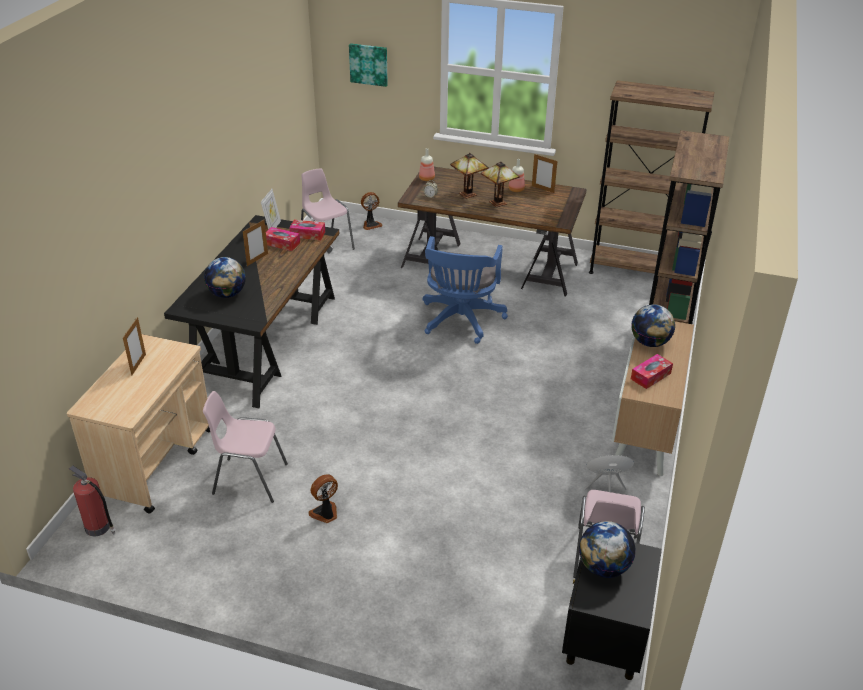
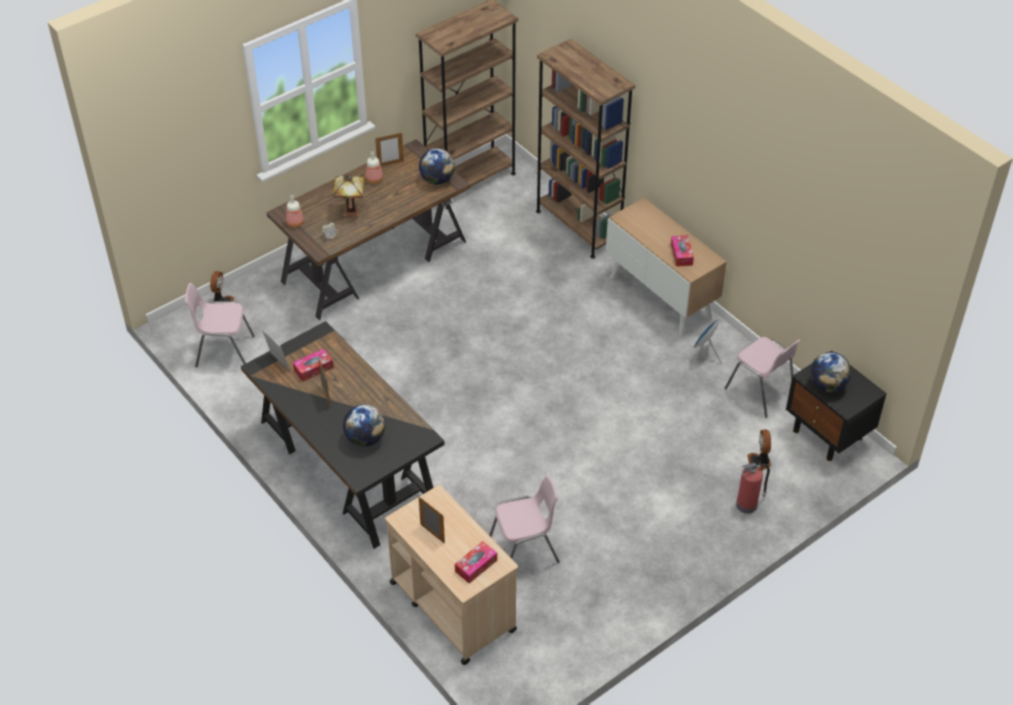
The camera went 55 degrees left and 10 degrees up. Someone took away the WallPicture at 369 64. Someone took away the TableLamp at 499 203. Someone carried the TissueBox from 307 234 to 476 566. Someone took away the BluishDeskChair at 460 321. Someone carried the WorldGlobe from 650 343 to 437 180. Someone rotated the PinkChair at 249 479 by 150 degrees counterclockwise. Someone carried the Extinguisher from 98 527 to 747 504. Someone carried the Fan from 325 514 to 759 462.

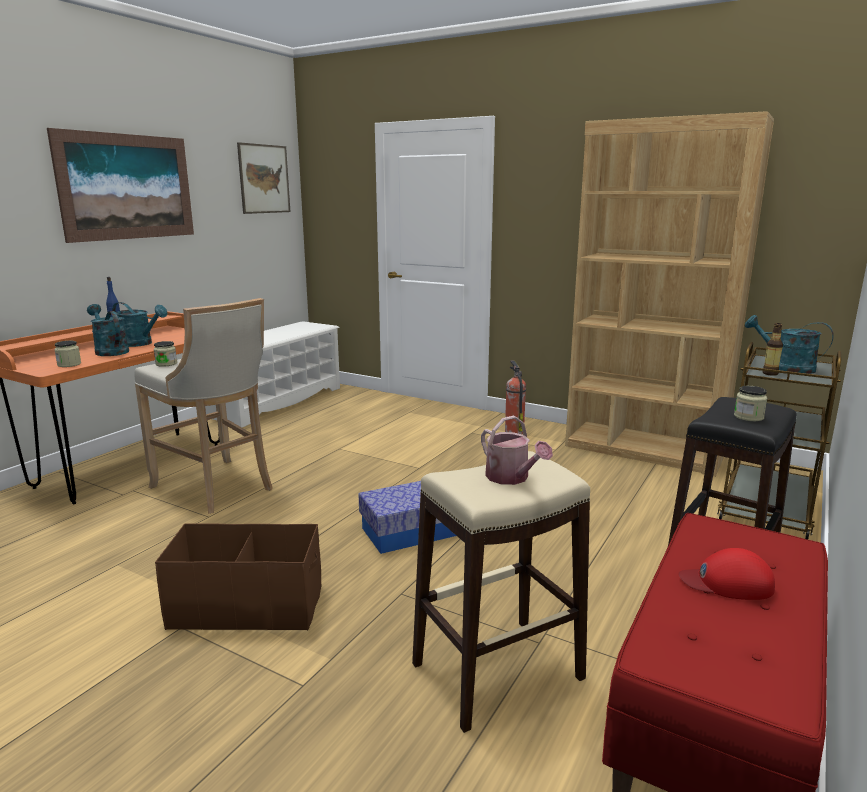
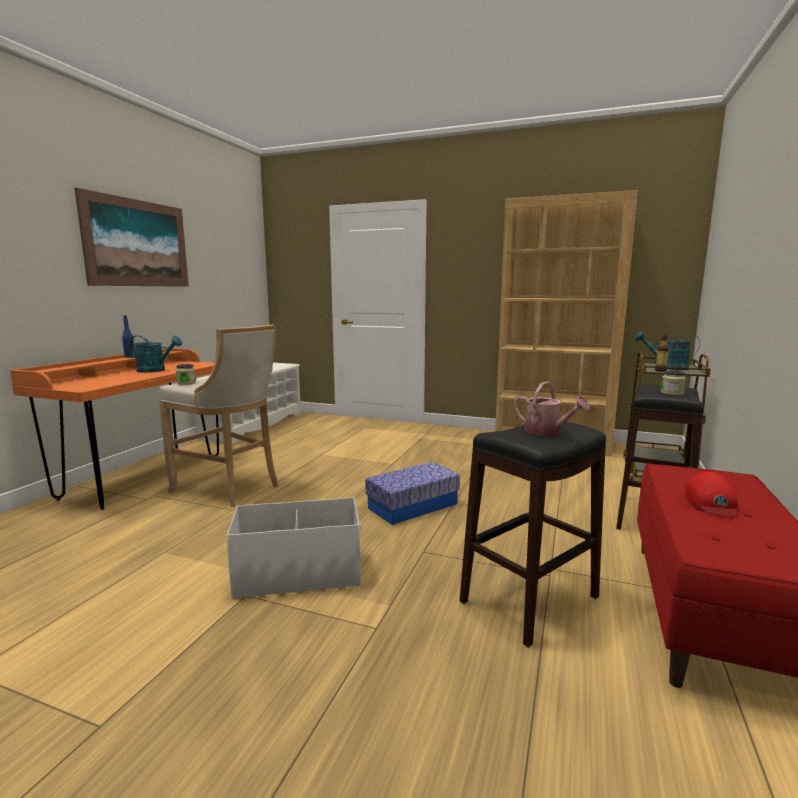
The camera went 10 degrees left and 5 degrees down. Someone took away the WallPicture at 264 179. Someone took away the TurquoiseColouredWateringCan at 109 351. Someone took away the StorageJar at 69 364. Someone took away the Extinguisher at 513 431. Someone repainted the BeigeSittingStool at 497 672, which became the BlackSittingStool at 529 599. Someone repainted the BrownColouredStorageBox at 247 607, which became the WhiteColouredStorageBox at 298 573. Someone rotated the RedCap at 727 583 by 75 degrees counterclockwise.

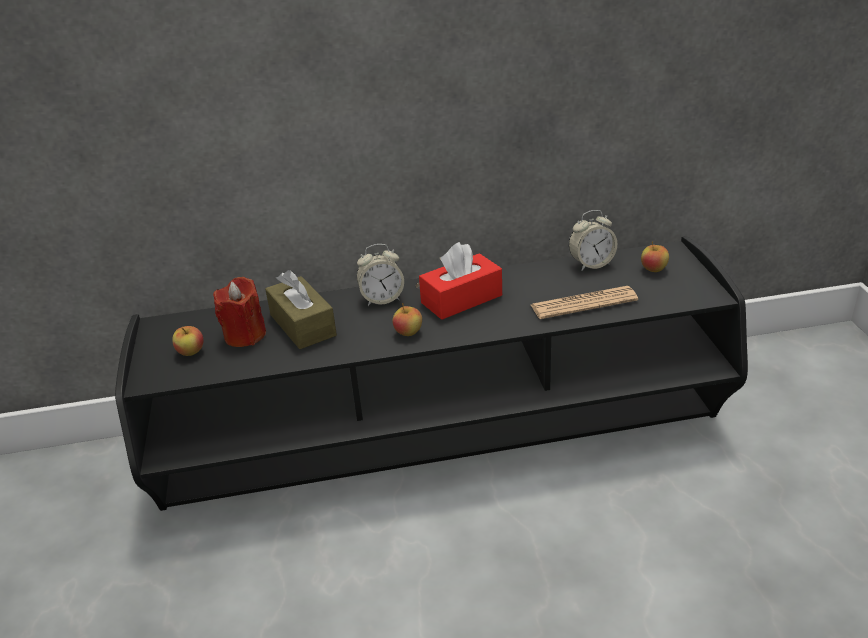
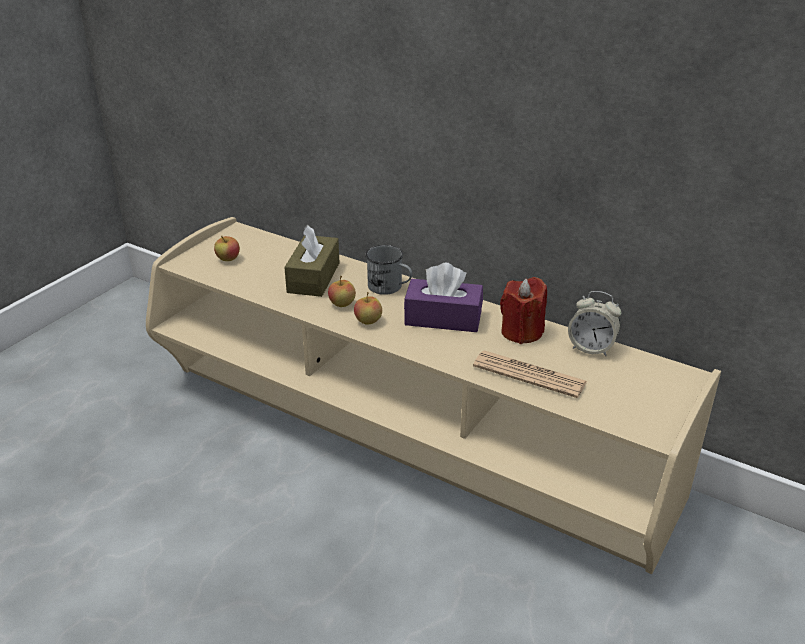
The camera went 40 degrees right and 0 degrees up. Someone repainted the BlackTvStand at 443 439, which became the BeigeTvStand at 403 439. Someone carried the AppleFruit from 653 269 to 342 304. Someone repainted the RedTissueBox at 461 299, which became the PurpleColouredTissueBox at 443 318. Someone swapped the TableClock at 382 299 for the GrayMug at 390 287. Someone carried the RedWaxLight from 245 335 to 521 332.

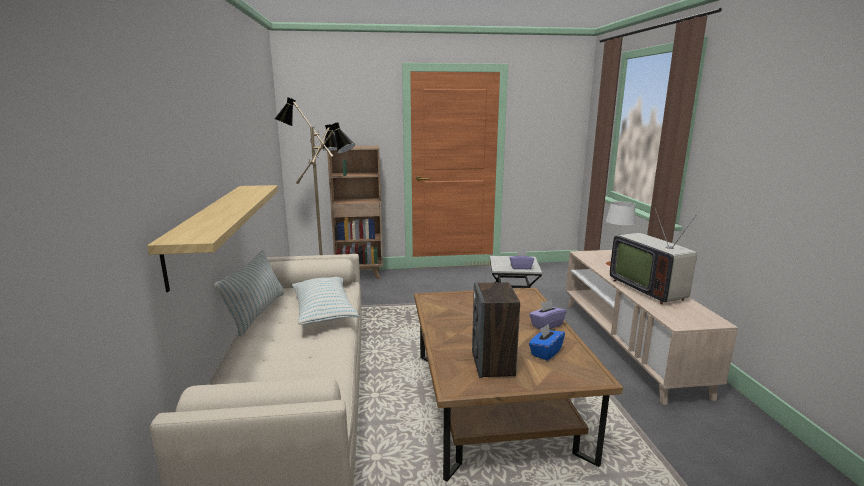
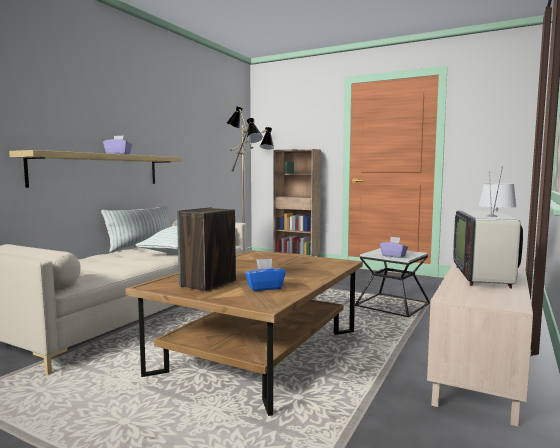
The camera went 35 degrees right and 10 degrees down. Someone carried the PurpleColouredTissueBox from 546 325 to 118 154.

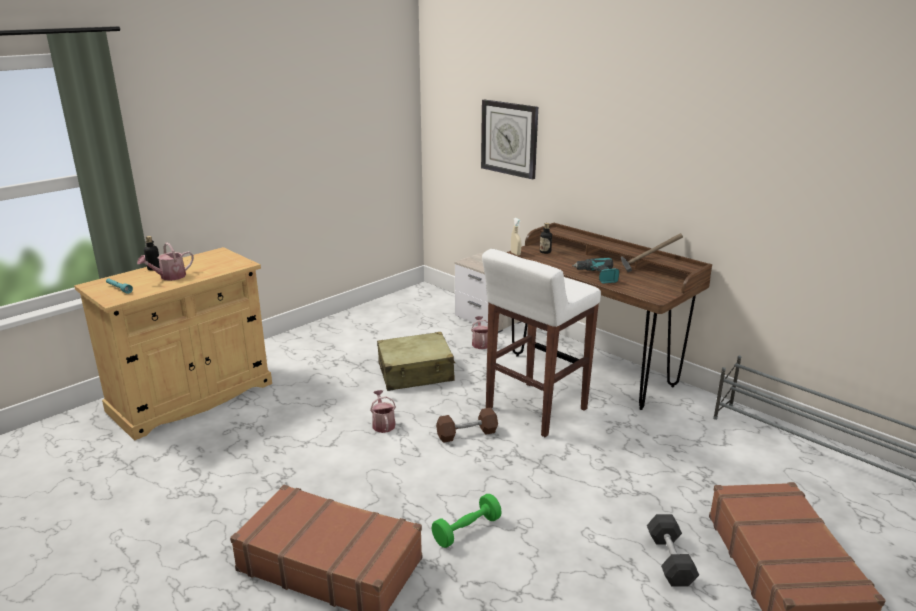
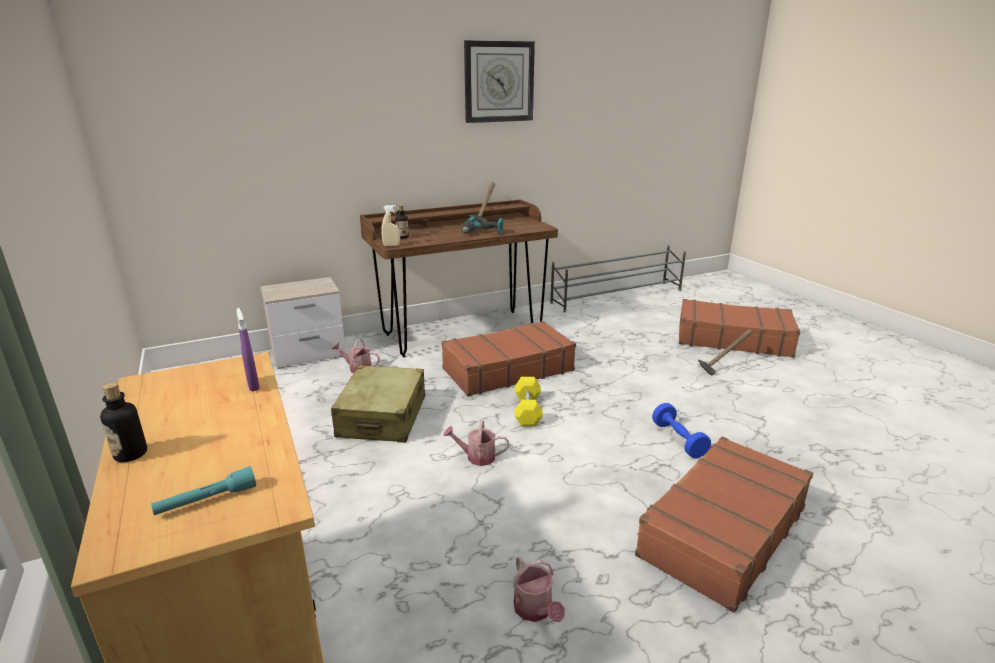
The camera went 70 degrees left and 0 degrees up. Someone carried the WallClock from 509 138 to 499 82. Someone carried the WateringCan from 169 277 to 535 610. Someone swapped the WhiteColouredSittingStool at 535 409 for the BrownColouredTravelCase at 507 370. Someone repainted the BrownColouredDumbbell at 467 434, which became the YellowColouredDumbbell at 527 410. Someone repainted the GreenColouredDumbbell at 467 530, which became the BluishDumbbell at 678 440. Someone swapped the GrayDumbbell at 670 560 for the HandHammer at 721 368. Someone put down the PurpleColouredHandSprayer at 253 385.

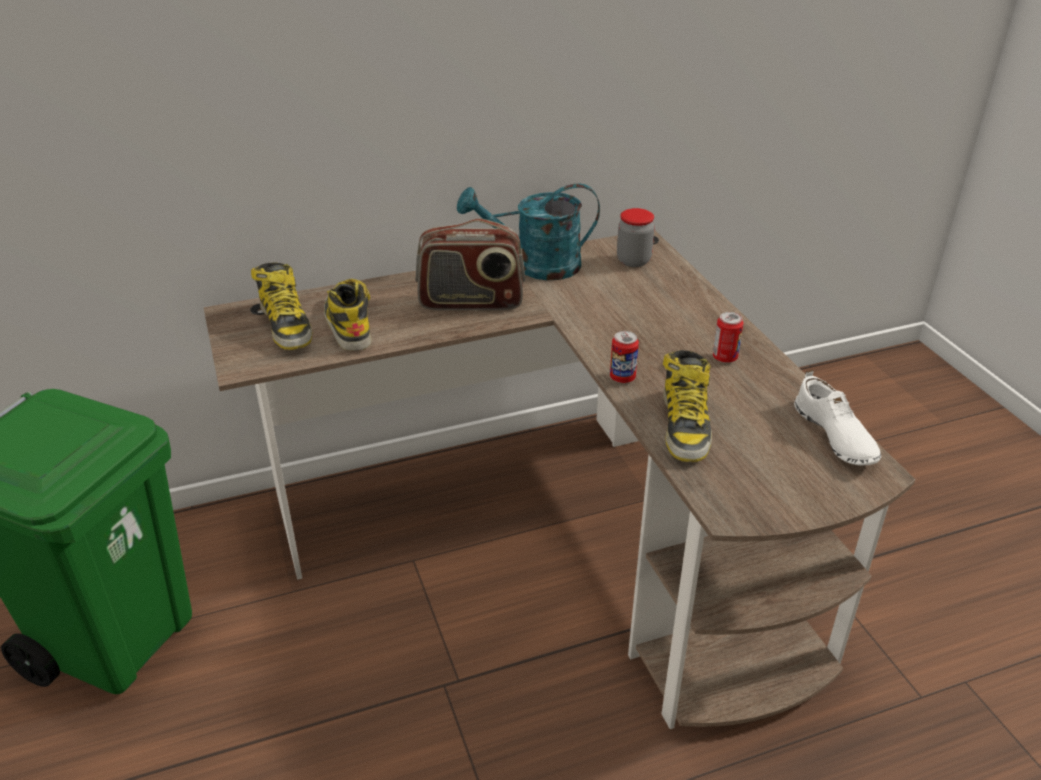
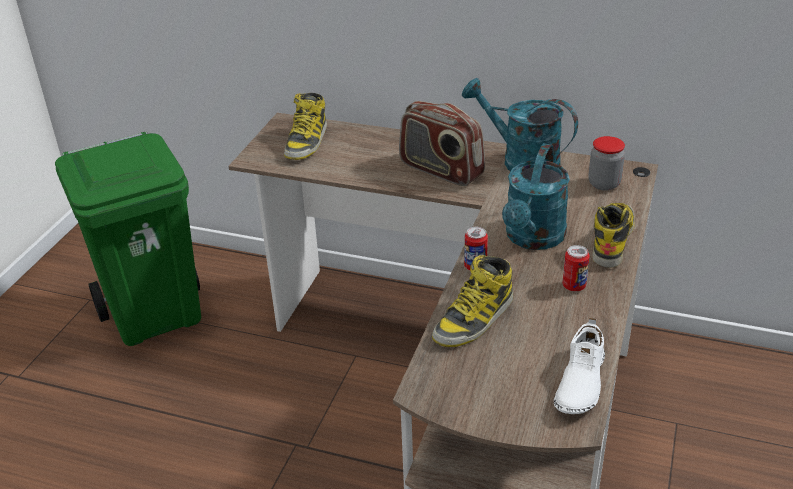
The camera went 40 degrees right and 0 degrees up. Someone carried the HighTopBoot from 347 324 to 612 239. Someone put down the TurquoiseColouredWateringCan at 532 239.

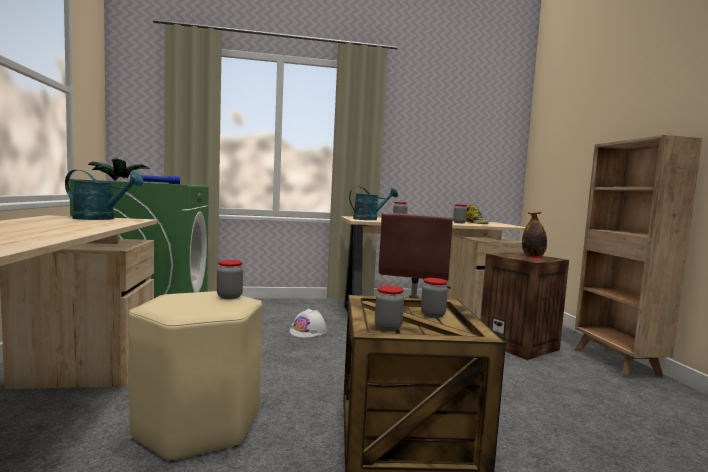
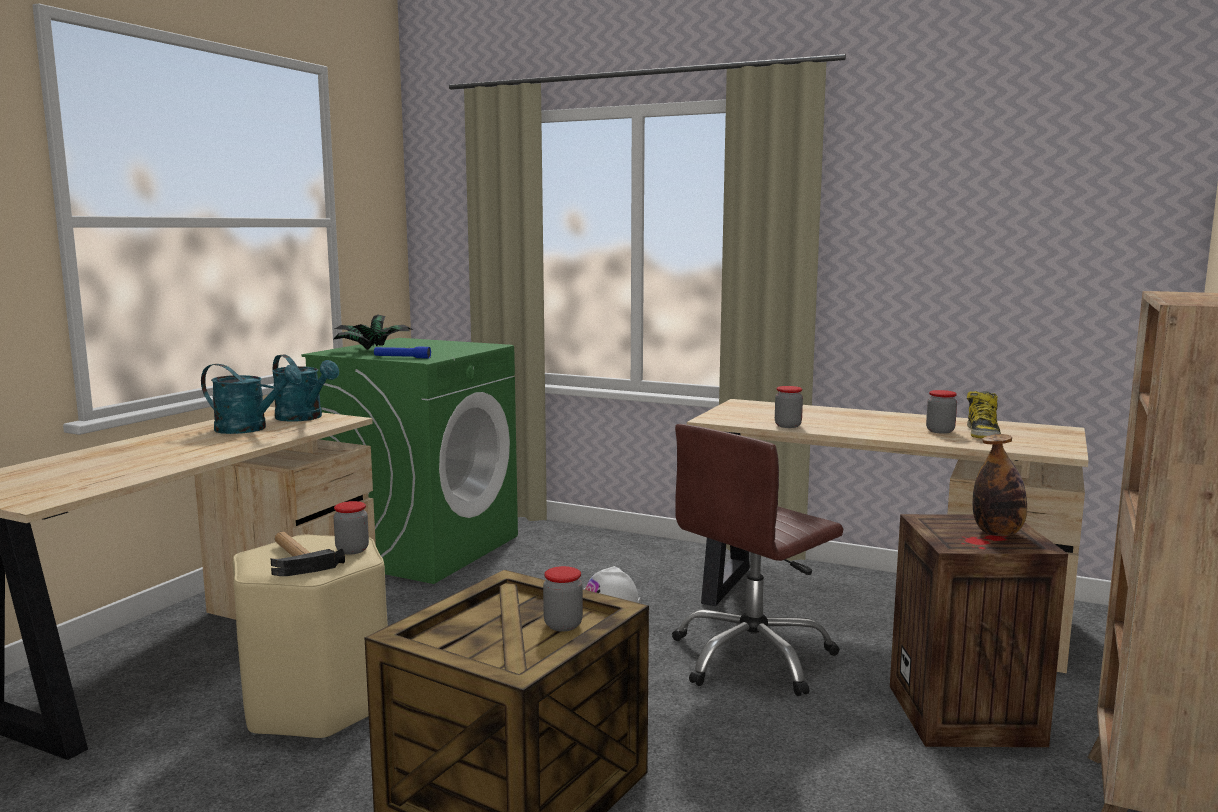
The camera went 35 degrees right and 5 degrees up. Someone carried the TurquoiseColouredWateringCan from 369 219 to 250 429. Someone took away the StorageJar at 388 327. Someone put down the HandHammer at 295 558.

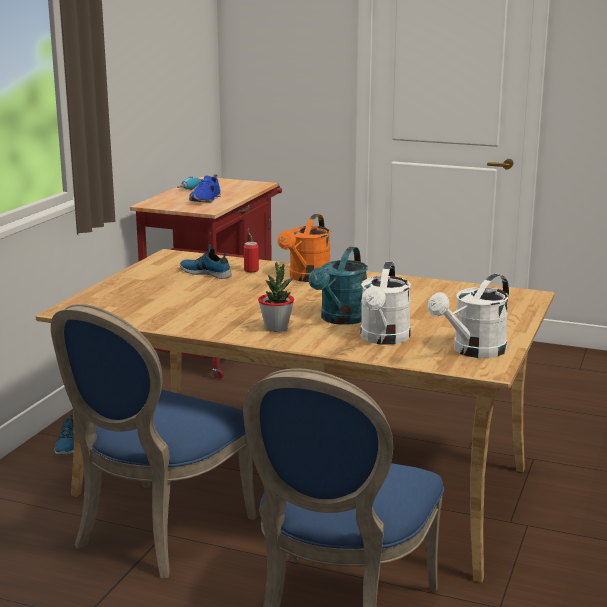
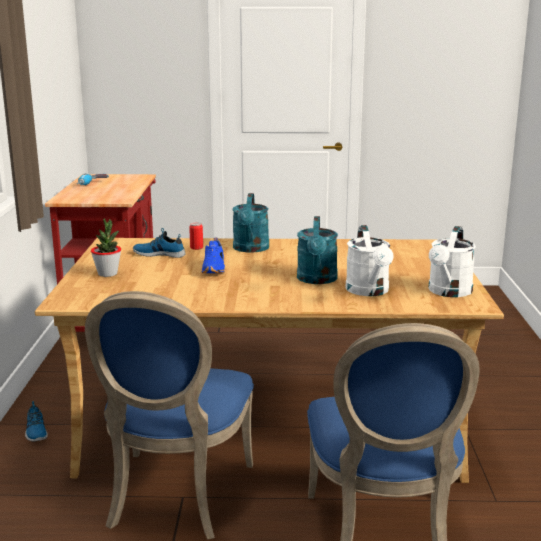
The camera went 20 degrees left and 0 degrees up. Someone carried the BluishItemOfFootwear from 206 200 to 214 269. Someone repainted the OrangeyWateringCan at 307 278, which became the TurquoiseColouredWateringCan at 250 249. Someone carried the PottedPlant from 276 328 to 108 274.

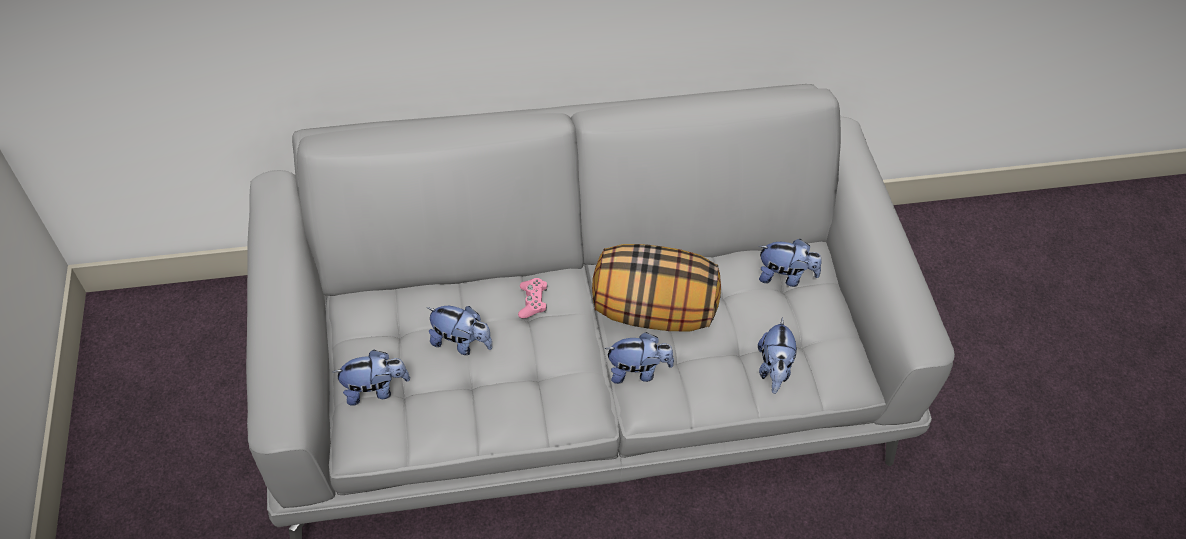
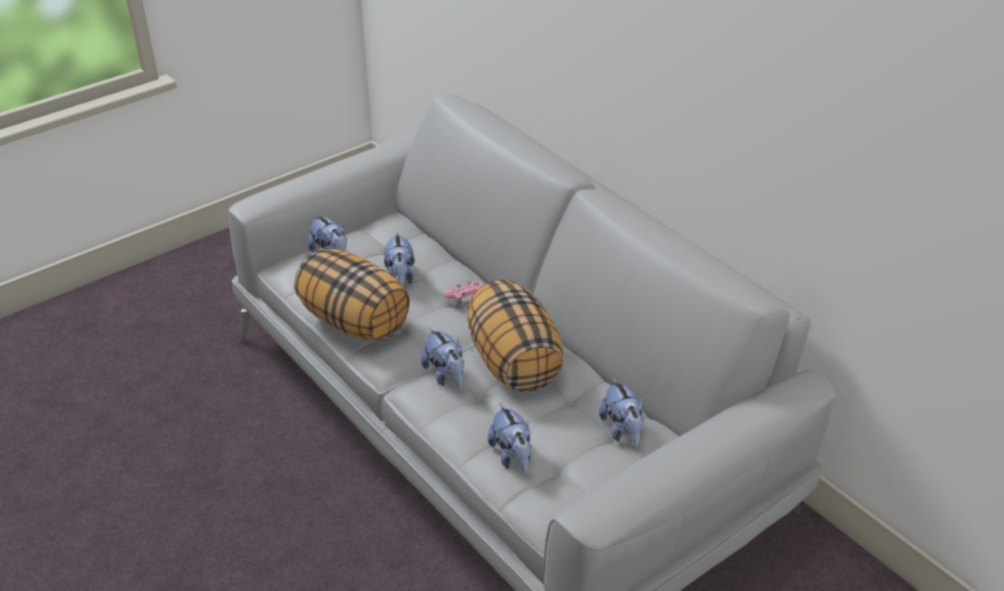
The camera went 65 degrees right and 15 degrees down. Someone rotated the PlushToy at 773 369 by 90 degrees counterclockwise. Someone put down the Cushion at 355 321.

